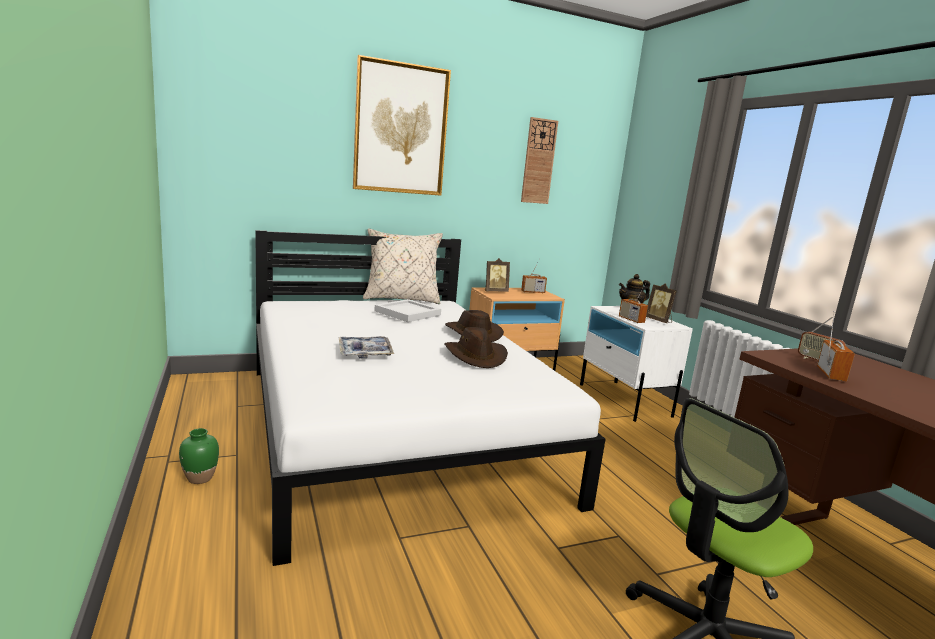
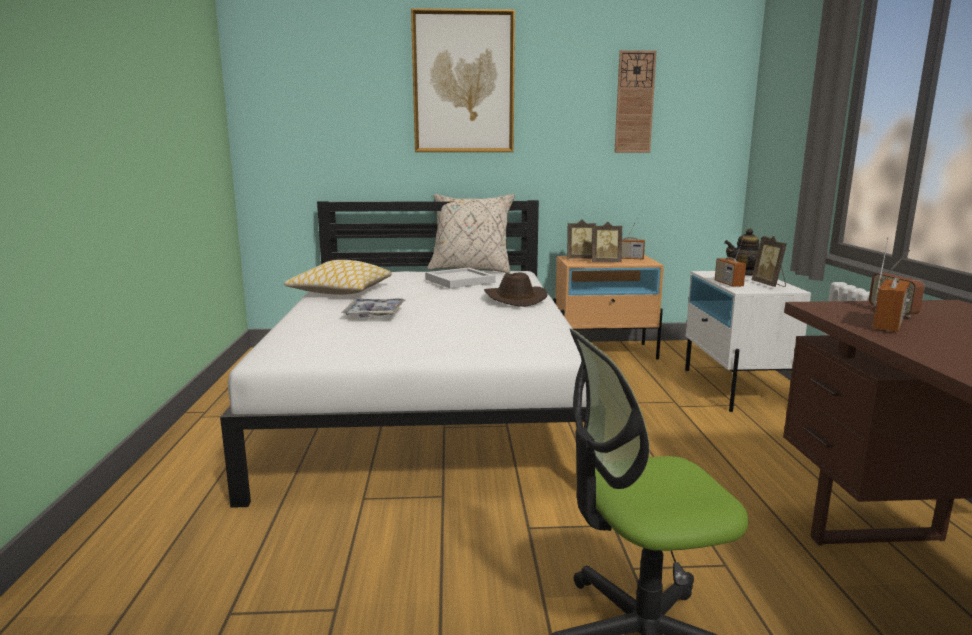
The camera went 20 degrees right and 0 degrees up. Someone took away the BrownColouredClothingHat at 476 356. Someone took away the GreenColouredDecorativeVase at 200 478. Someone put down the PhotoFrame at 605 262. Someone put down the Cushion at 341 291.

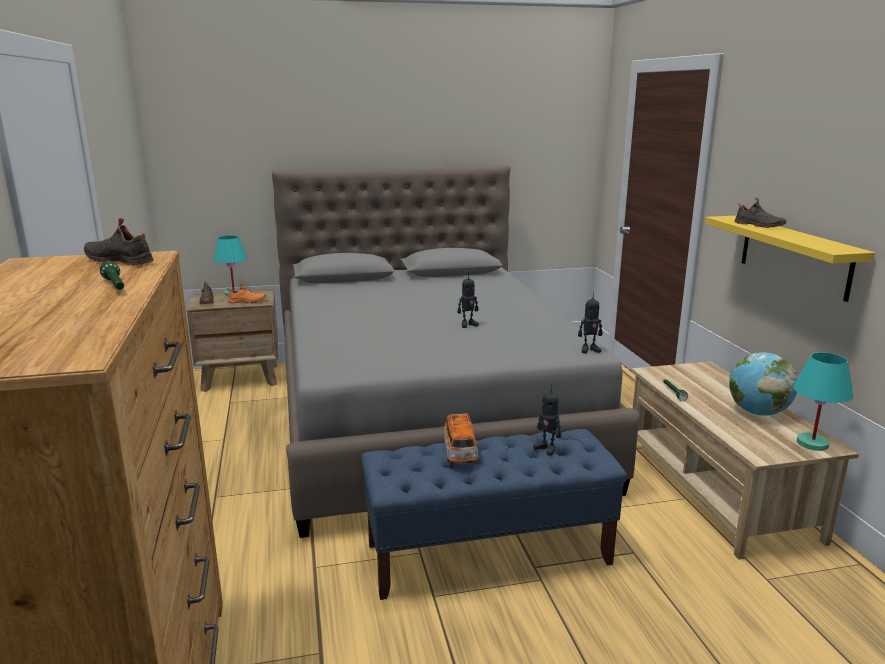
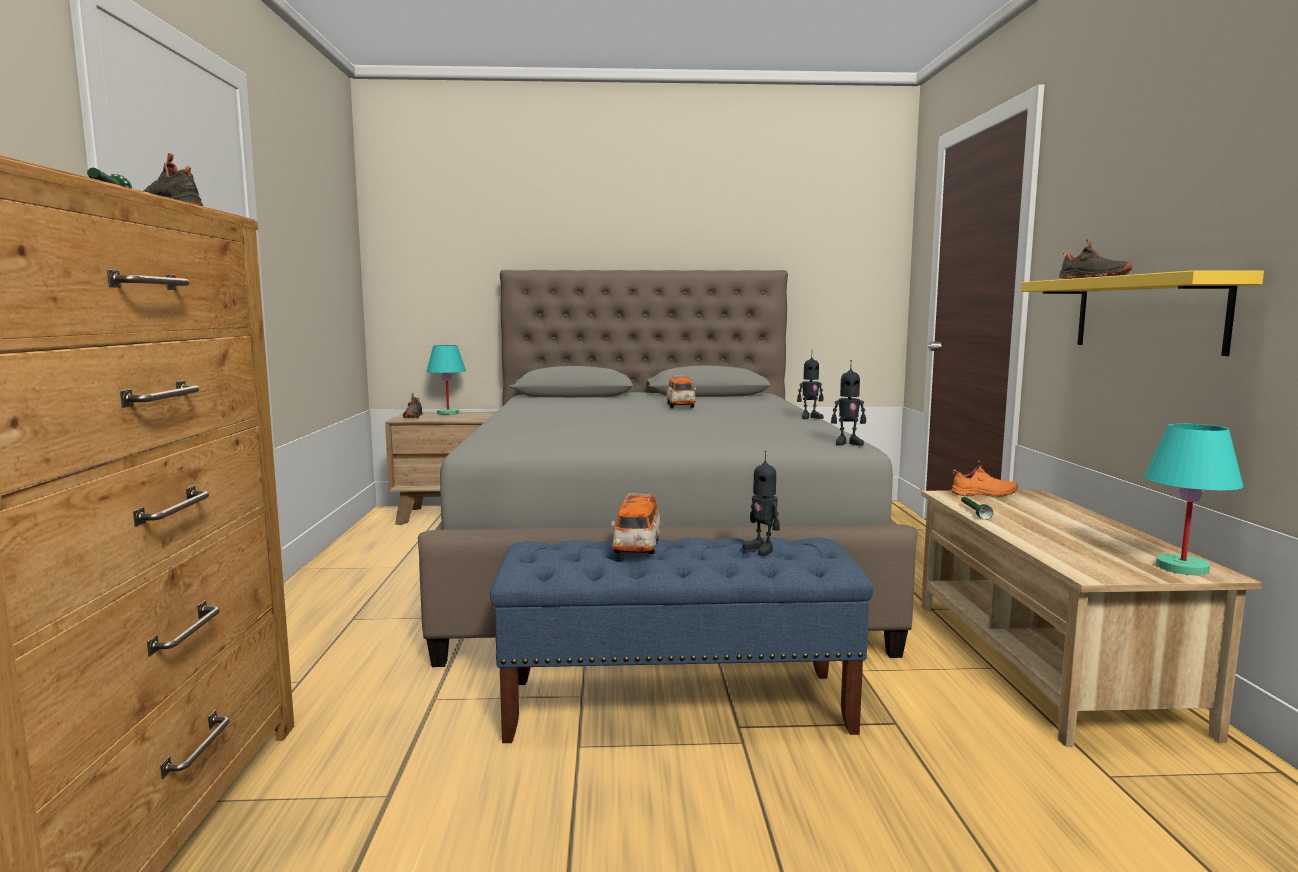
The camera went 10 degrees right and 10 degrees down. Someone carried the RobotFigure from 468 324 to 810 417. Someone carried the OrangeyItemOfFootwear from 247 302 to 984 495. Someone took away the WorldGlobe at 757 413. Someone put down the ModelCar at 680 406.

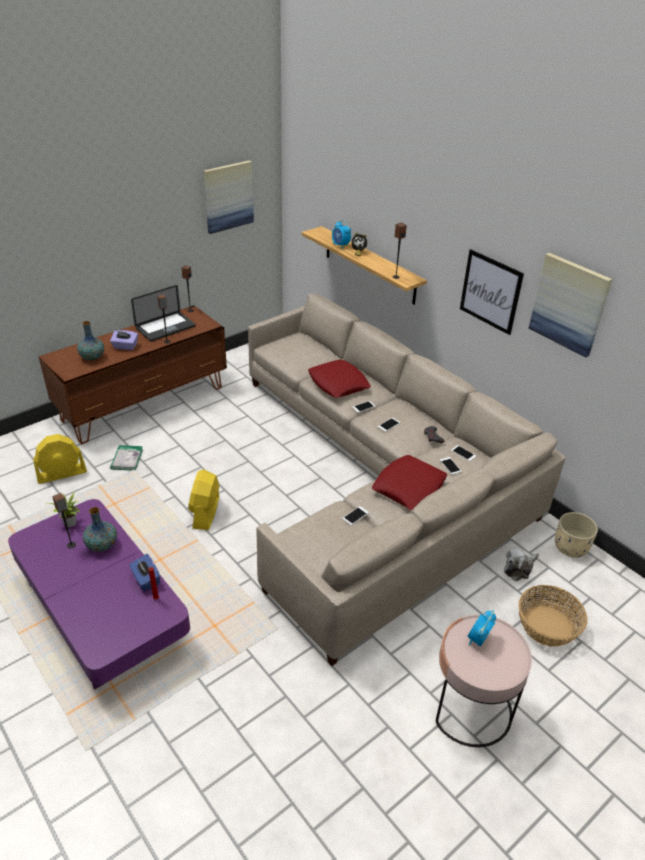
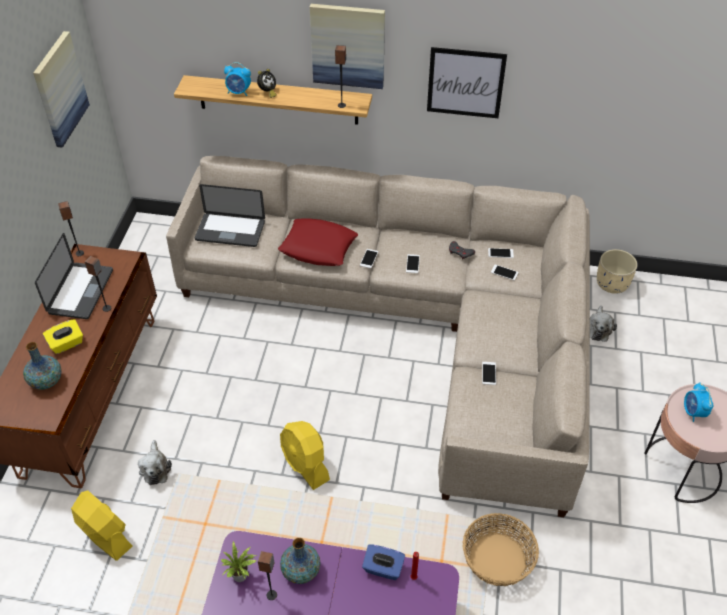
The camera went 40 degrees left and 10 degrees up. Someone carried the WallPicture from 569 304 to 348 45. Someone repainted the PurpleColouredTissueBox at 125 346, which became the YellowColouredTissueBox at 66 344. Someone rotated the YellowColouredFan at 62 473 by 75 degrees counterclockwise. Someone swapped the Book at 127 459 for the PlushToy at 155 468. Someone took away the RedCushion at 409 487. Someone carried the HouseholdBasket from 548 626 to 498 559. Someone put down the PortableComputer at 230 231.

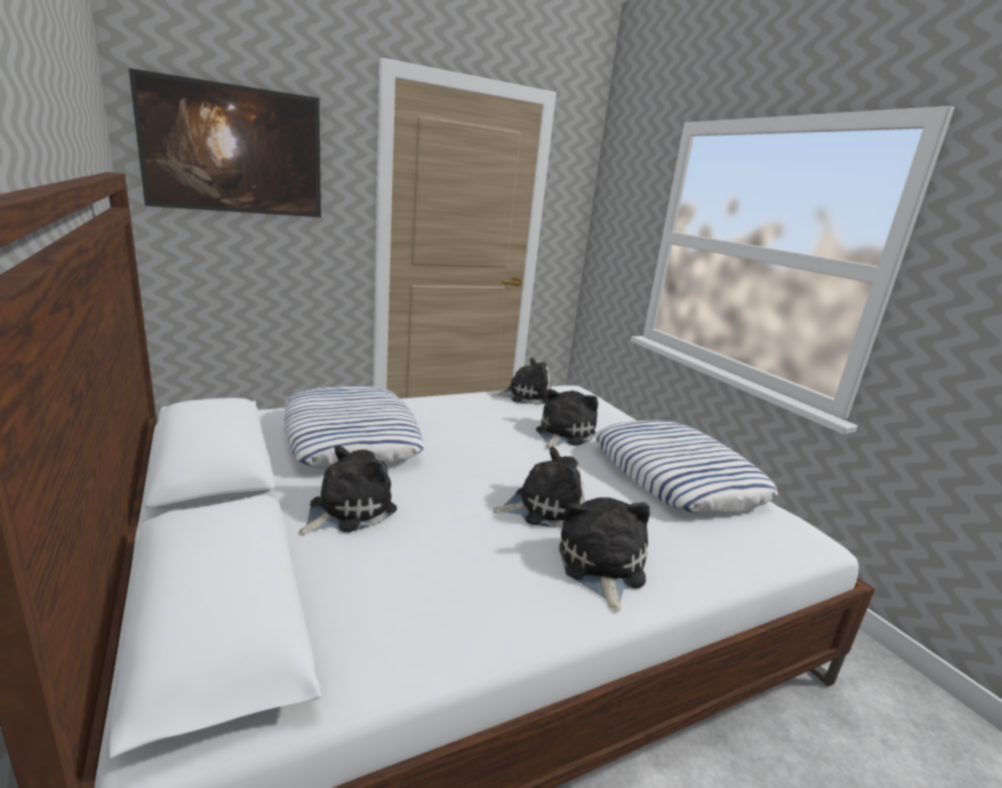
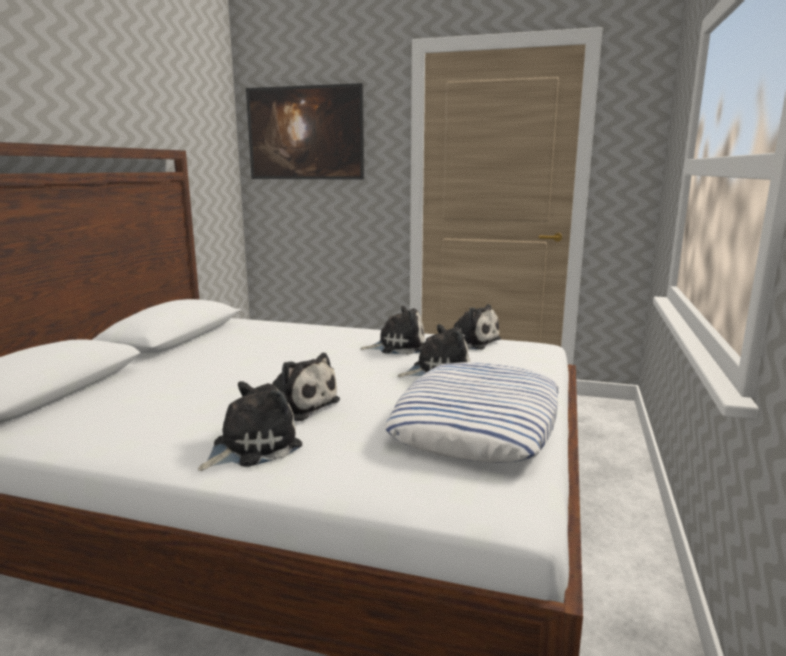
The camera went 45 degrees right and 5 degrees down. Someone took away the Cushion at 350 437. Someone carried the PlushToy from 347 510 to 398 346.

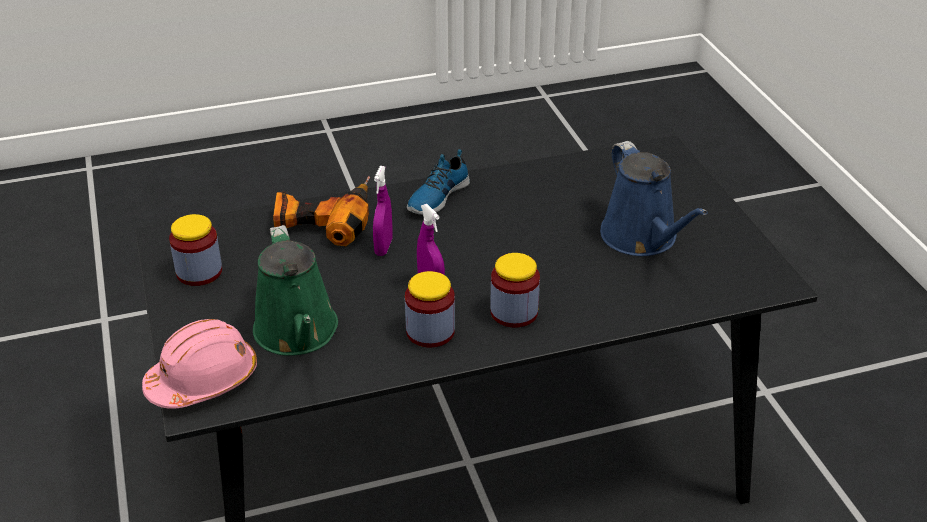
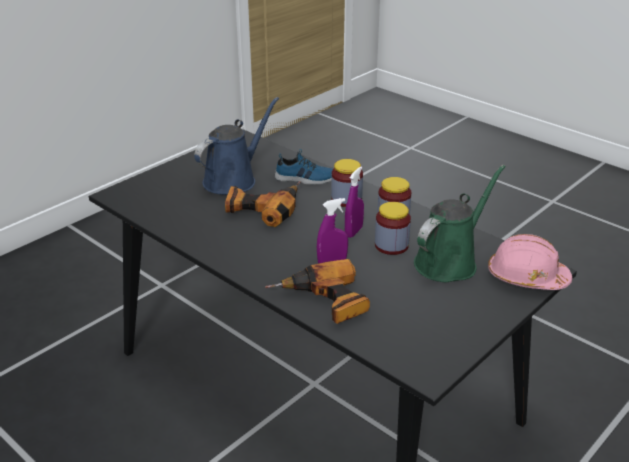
The camera went 120 degrees left and 5 degrees down. Someone carried the ItemOfFootwear from 437 196 to 306 179. Someone carried the StorageJar from 199 272 to 391 245. Someone put down the PowerDrill at 262 208.

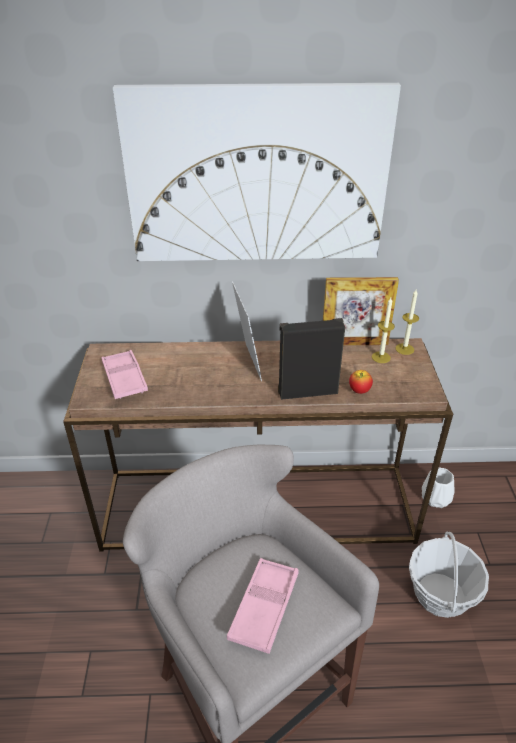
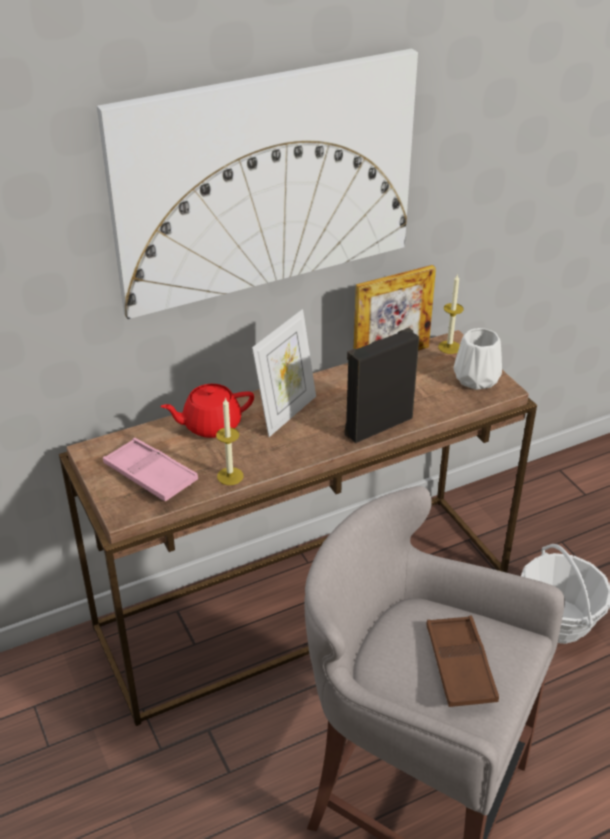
The camera went 25 degrees left and 0 degrees up. Someone rotated the PhotoFrame at 247 363 by 75 degrees clockwise. Someone carried the WaxLight from 381 357 to 230 476. Someone took away the AppleFruit at 359 391. Someone carried the WhiteColouredDecorativeVase from 436 498 to 477 379. Someone repainted the PinkTray at 264 607, which became the BrownColouredTray at 460 666. Someone put down the RedTeapot at 211 425.

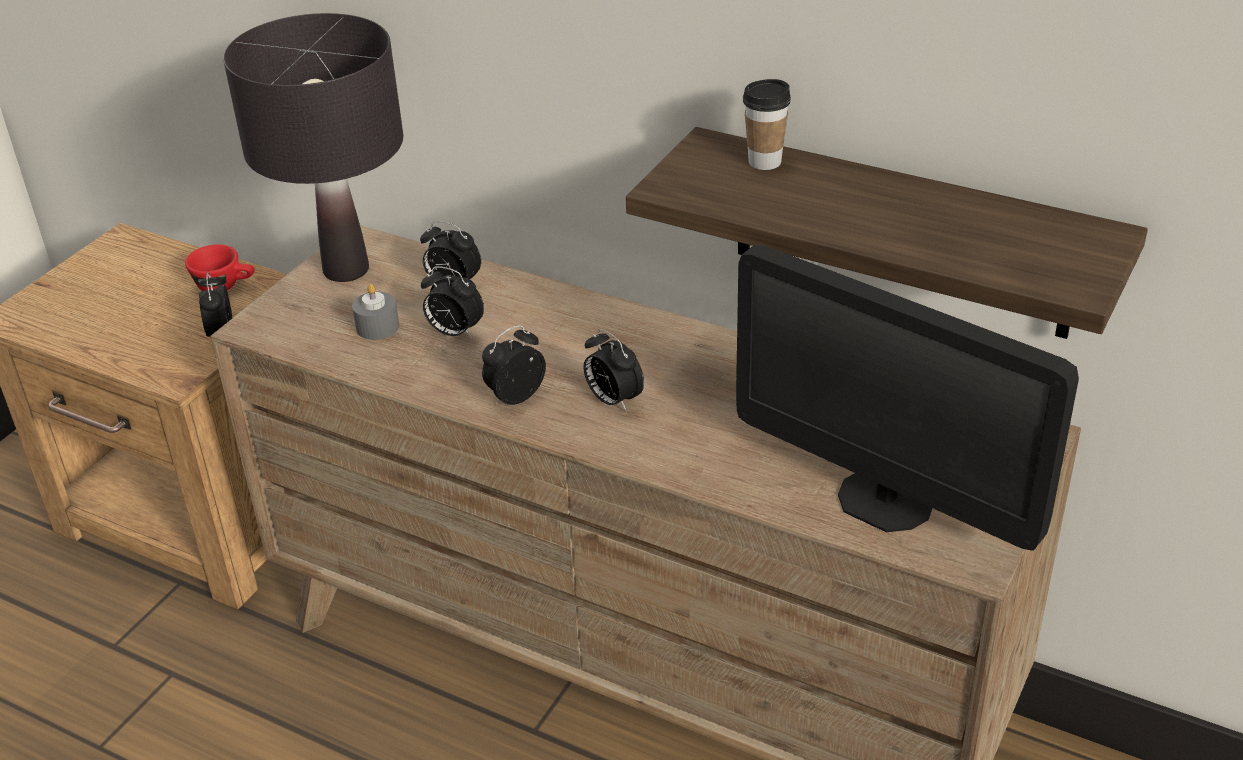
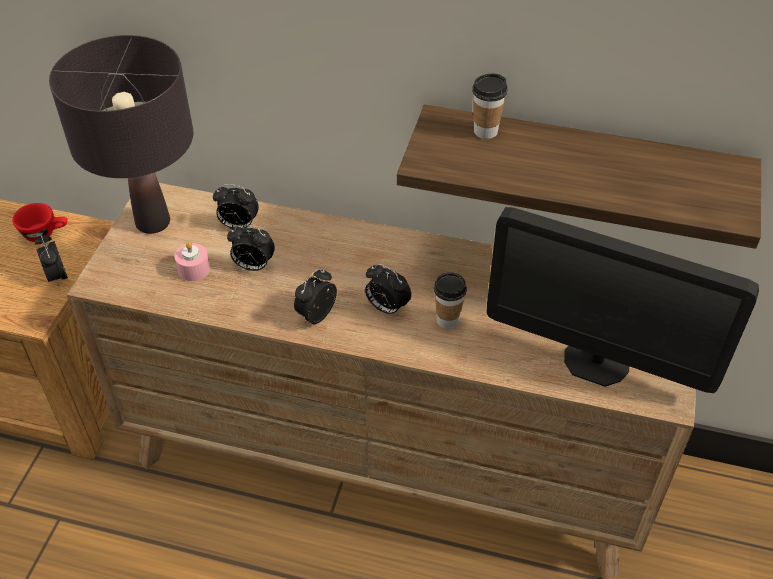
The camera went 15 degrees left and 10 degrees up. Someone repainted the GrayWaxLight at 377 327, which became the PinkWaxLight at 194 269. Someone put down the SmallCup at 447 320.

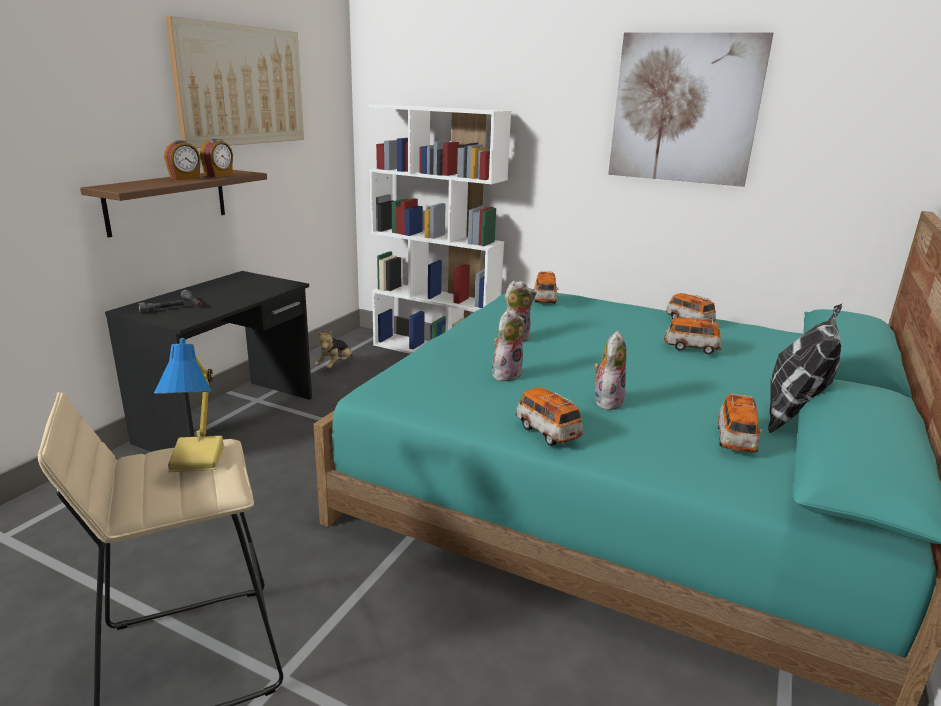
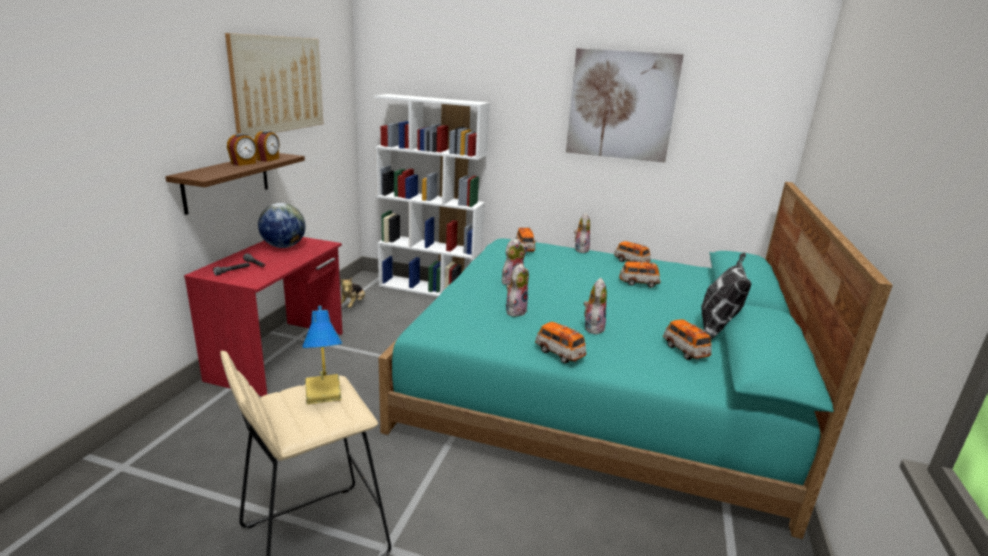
The camera went 10 degrees left and 0 degrees up. Someone repainted the BlackDeskUnit at 230 419, which became the RedDeskUnit at 280 355. Someone rotated the ModelCar at 735 440 by 150 degrees clockwise. Someone put down the WorldGlobe at 283 246. Someone put down the PlushToy at 580 249.

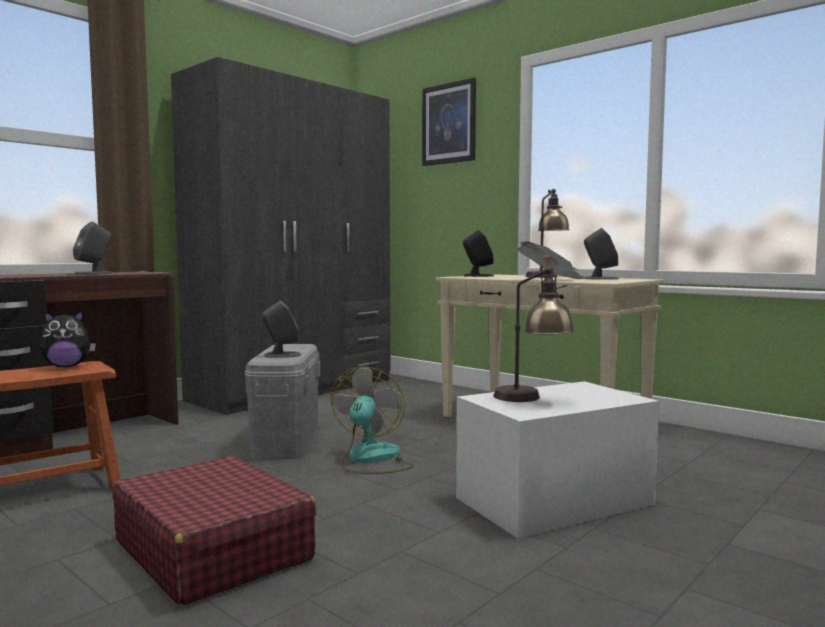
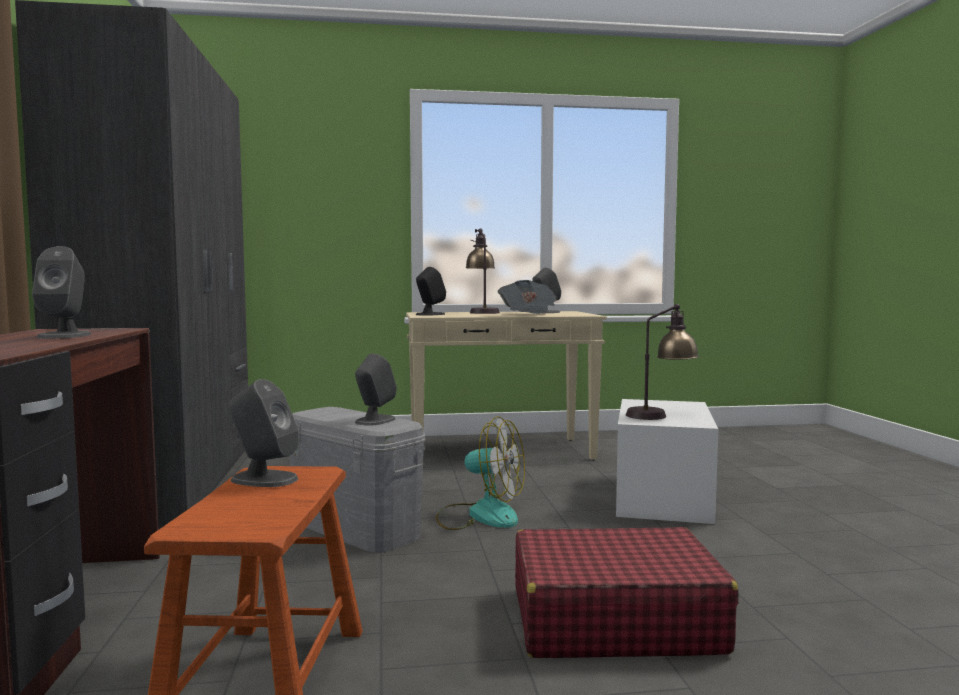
The camera went 50 degrees left and 0 degrees up. Someone took away the WallPicture at 449 123. Someone swapped the PlushToy at 67 366 for the GrayAudioSpeaker at 263 479. Someone rotated the Fan at 371 460 by 150 degrees clockwise.

